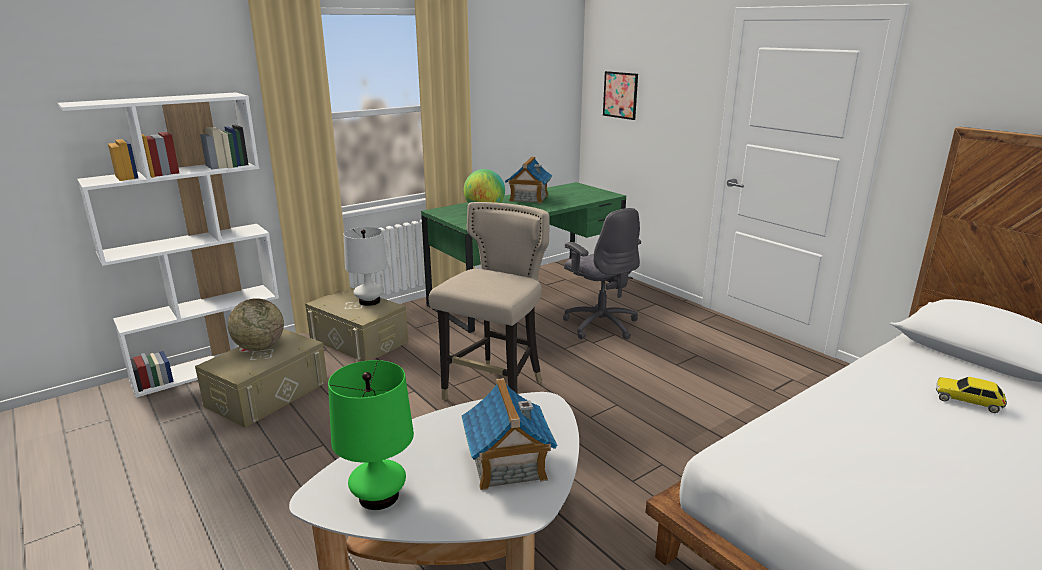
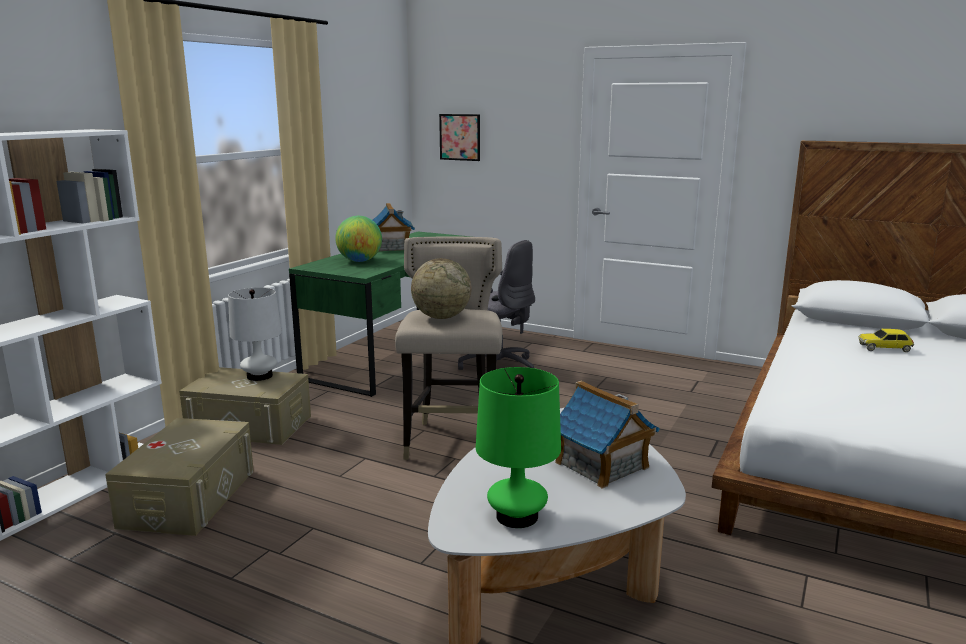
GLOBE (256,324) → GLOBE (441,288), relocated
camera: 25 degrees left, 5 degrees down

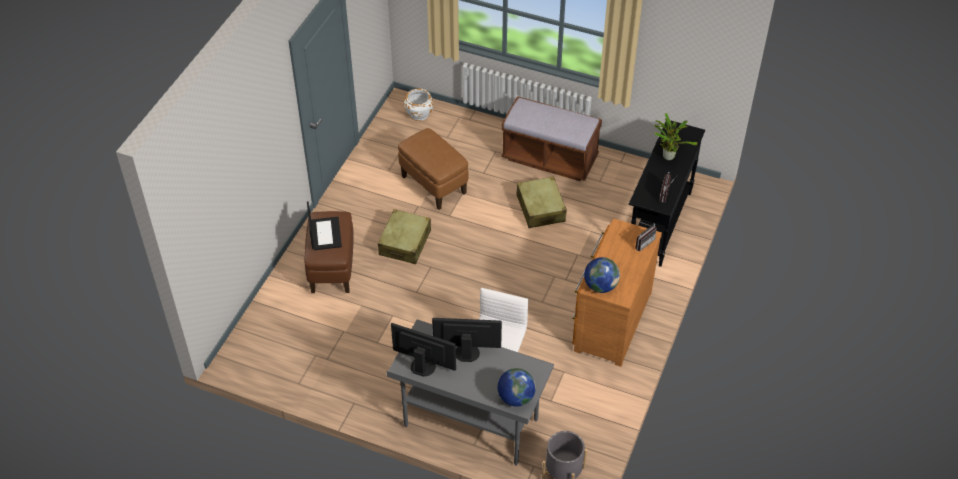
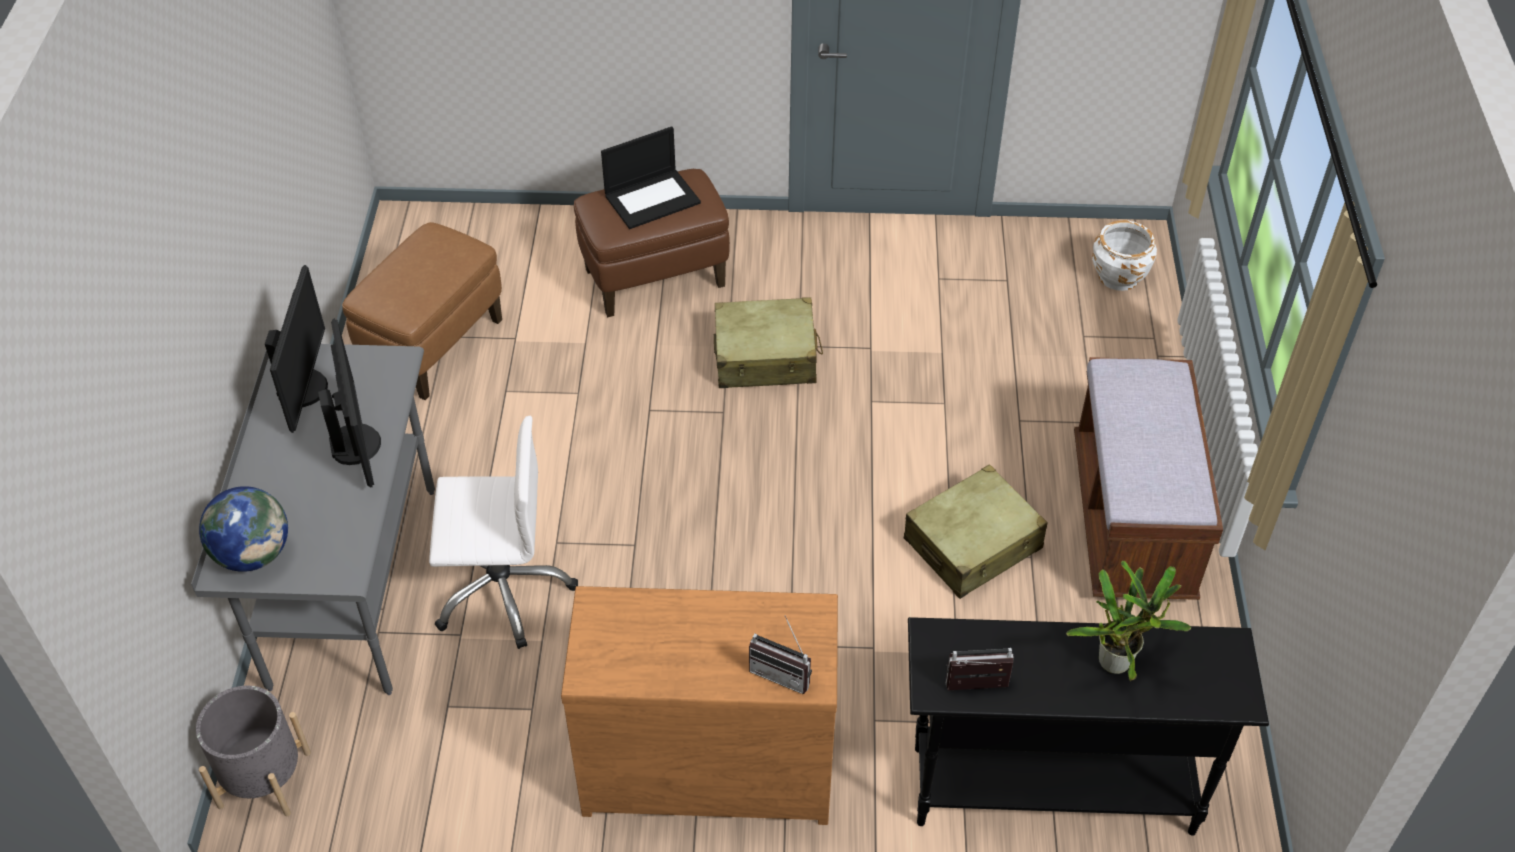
BROWN OTTOMAN (433,169) → BROWN OTTOMAN (422,311), relocated
GLOBE (602,275) → -
camera: 70 degrees right, 0 degrees up

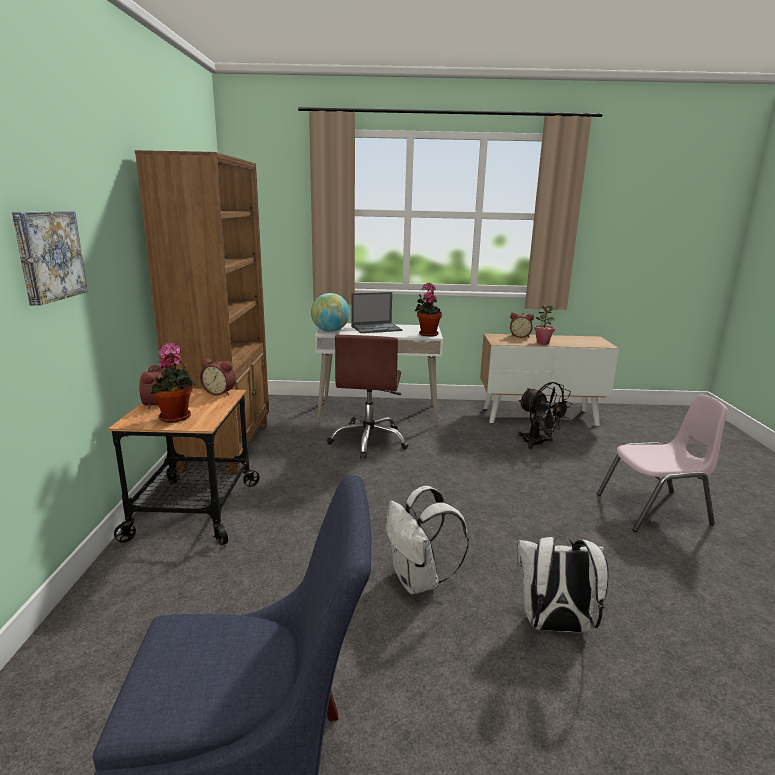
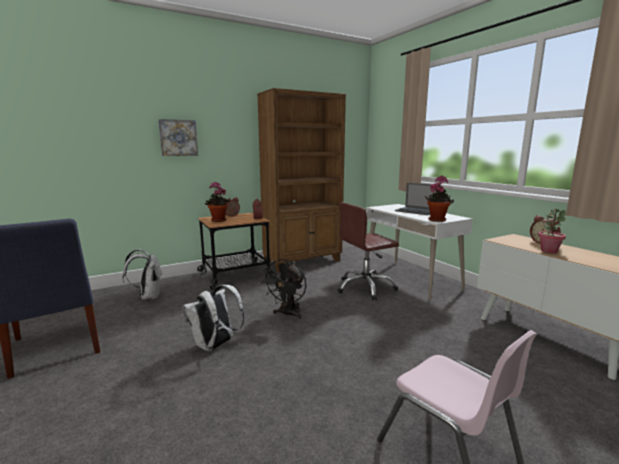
WHITE BACKPACK (563,584) → WHITE BACKPACK (142,274), relocated
BLACK FAN (545,415) → BLACK FAN (283,289), relocated
GLOBE (330,312) → -
camera: 60 degrees right, 5 degrees down

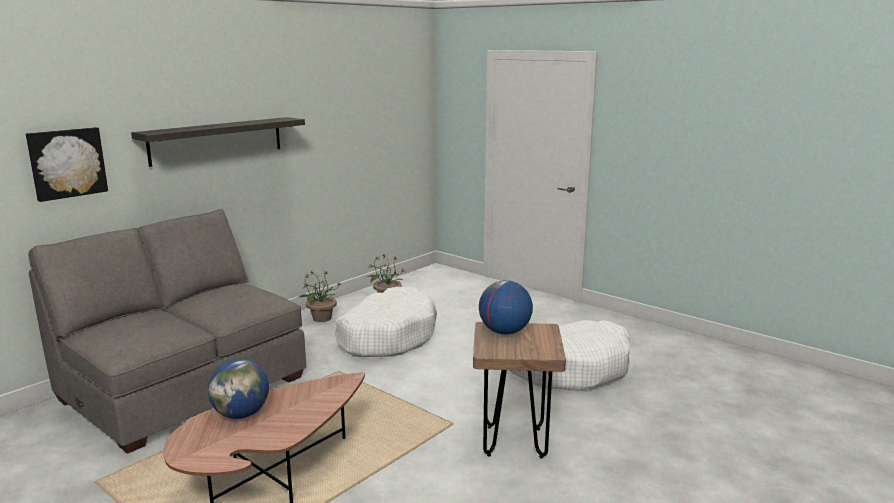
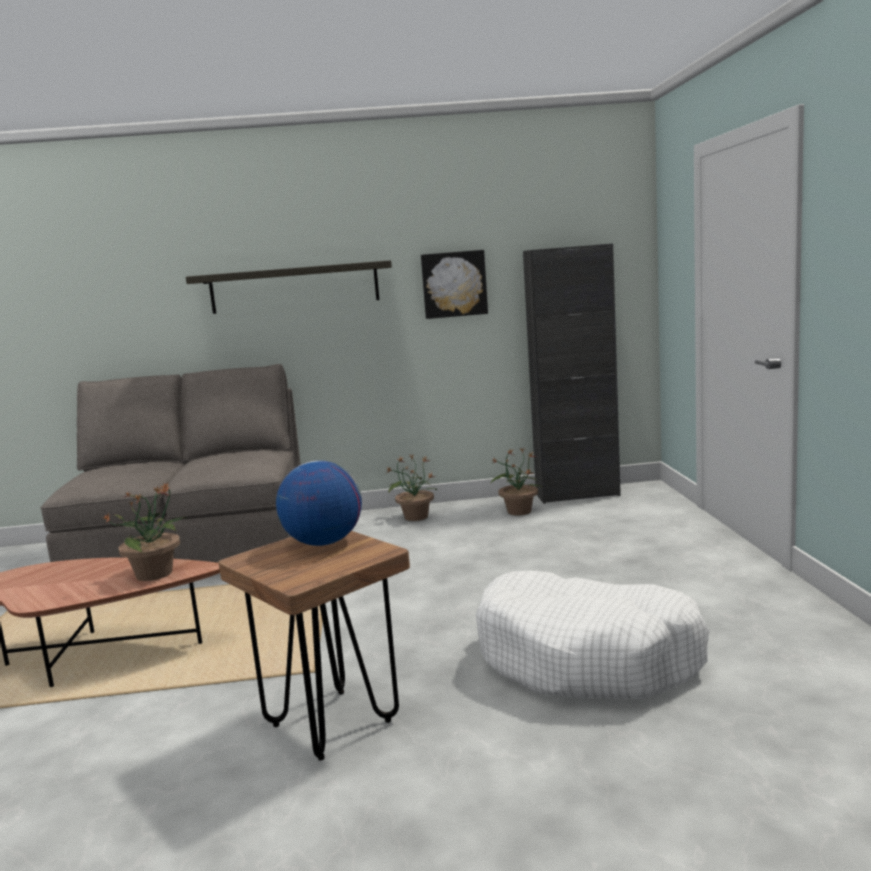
- → POTTED PLANT (144,531)
PICTURE (67,164) → PICTURE (454,284), relocated
- → BLACK CABINET (572,373)
GLOBE (238,389) → -
WHITE DOG BED (386,322) → -
camera: 45 degrees right, 5 degrees down

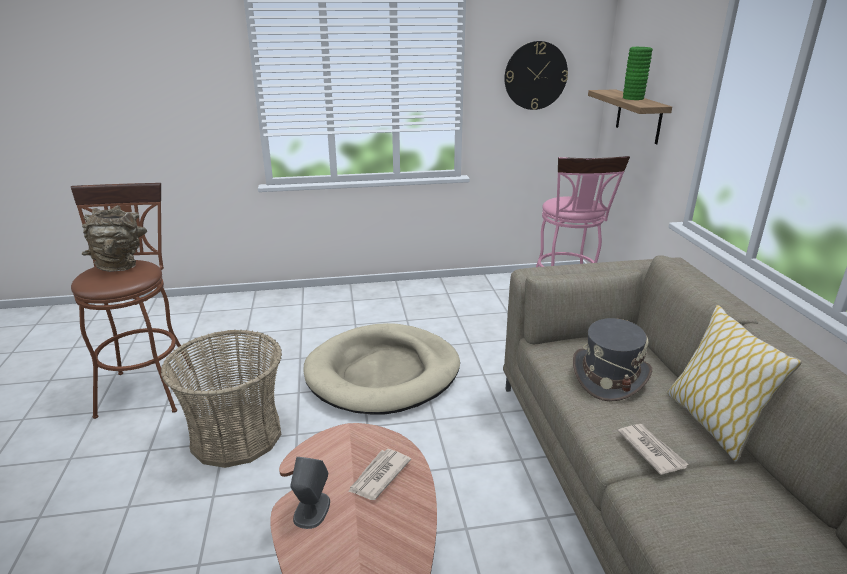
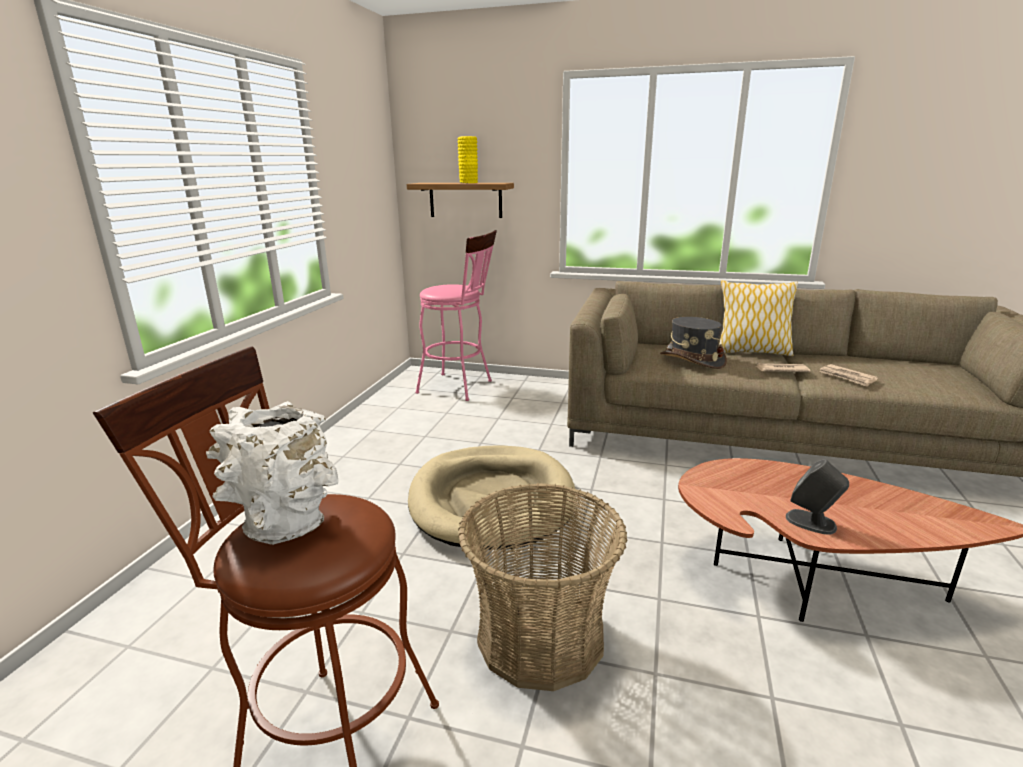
BROWN VASE (114,238) → WHITE VASE (272,473)
GREEN VASE (638,73) → YELLOW VASE (468,159)
NEWSPAPER (379,474) → NEWSPAPER (849,375), relocated
WALL CLOCK (536,75) → -
camera: 65 degrees left, 5 degrees down

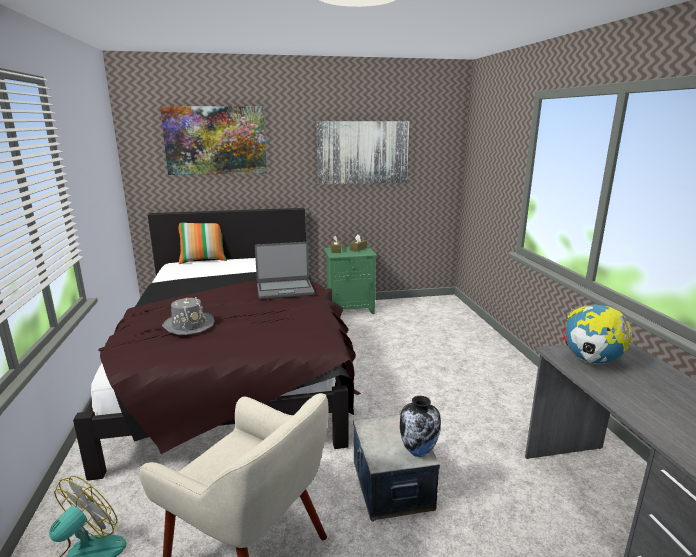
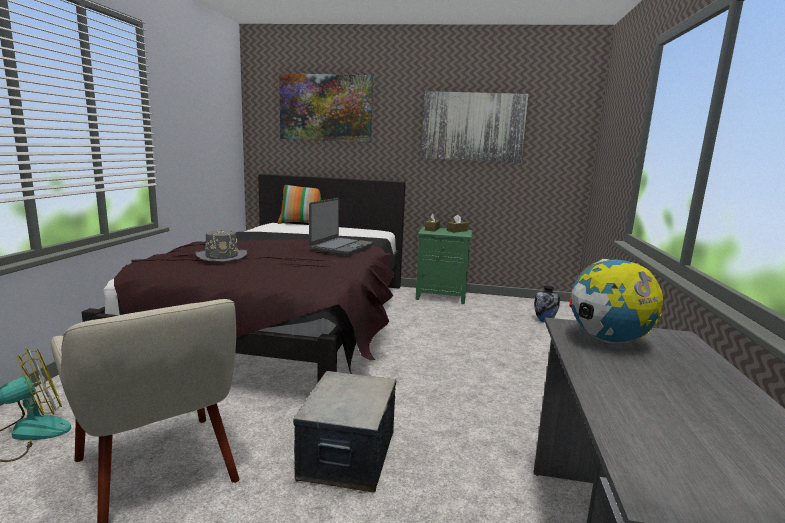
LAPTOP (285,270) → LAPTOP (341,226), 75 degrees counterclockwise
VASE (420,426) → VASE (547,303), relocated
camera: 20 degrees right, 5 degrees down

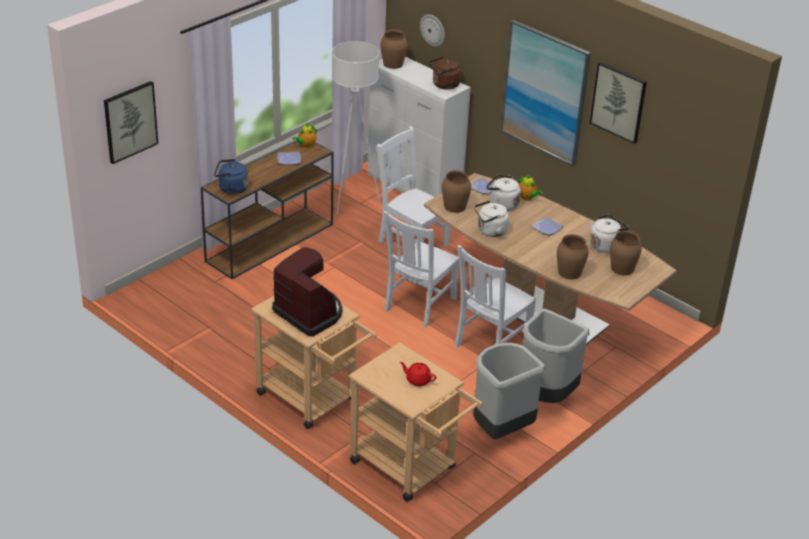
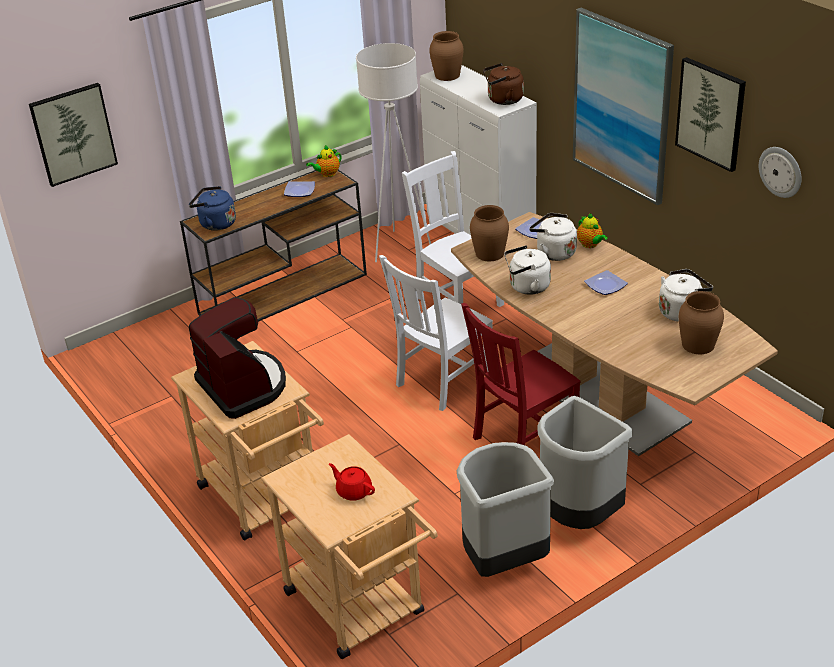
WHITE CHAIR (495,296) → RED CHAIR (521,374)
WALL CLOCK (432,30) → WALL CLOCK (780,172), relocated
BROWN VASE (572,256) → -
camera: 15 degrees right, 0 degrees up

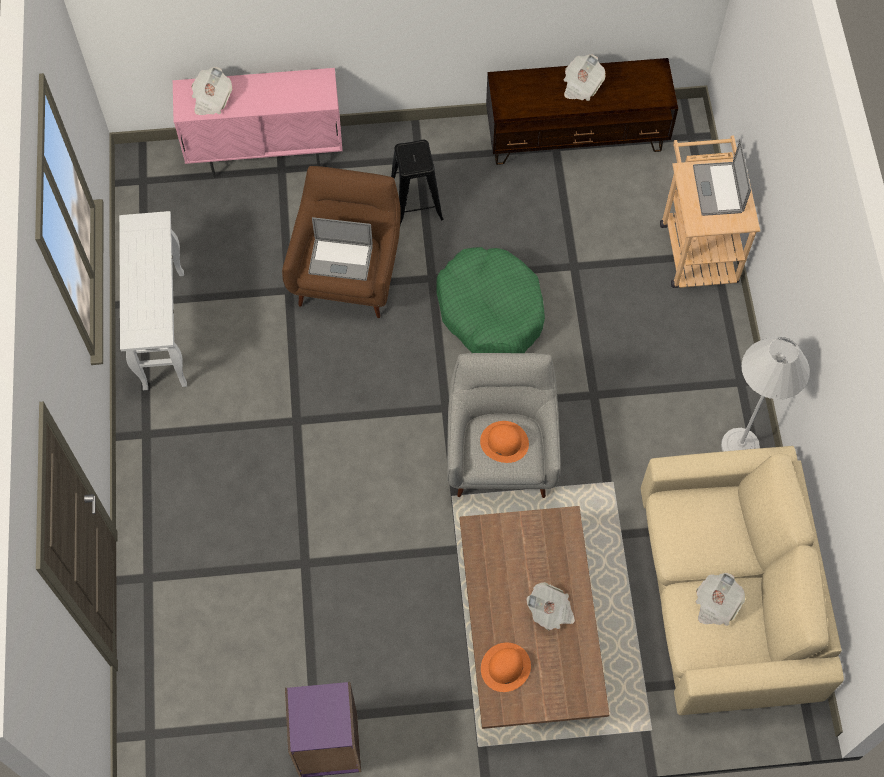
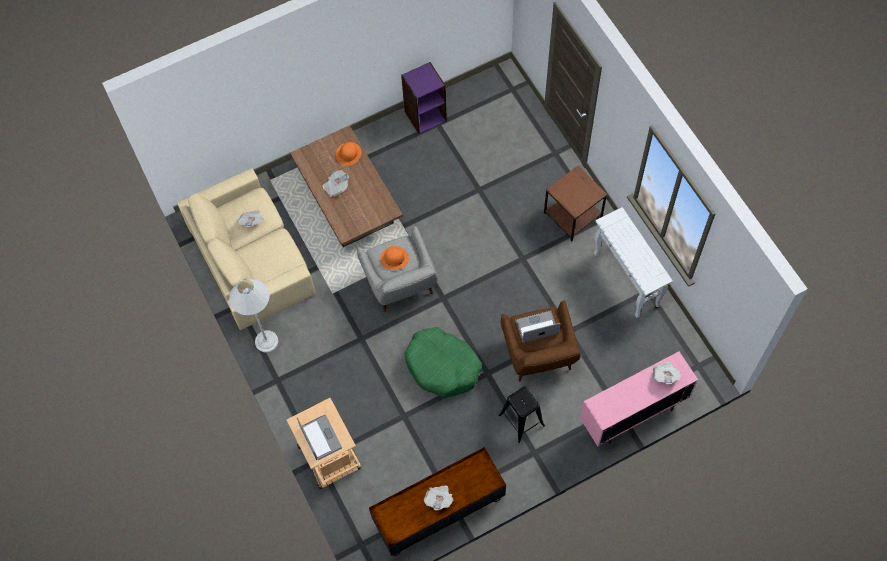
- → BROWN SIDE TABLE (575,203)
camera: 160 degrees right, 0 degrees up

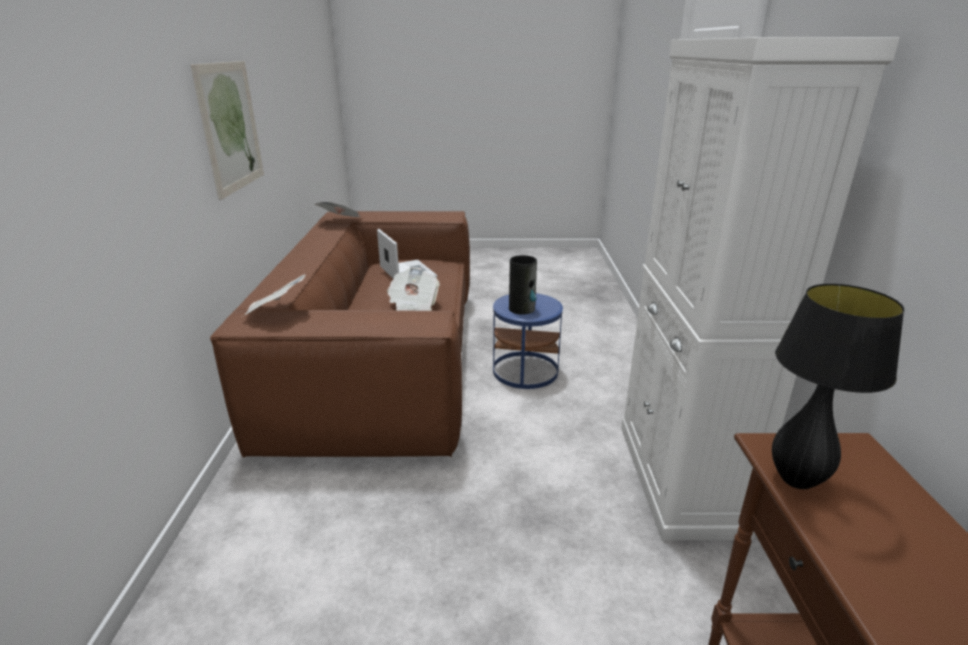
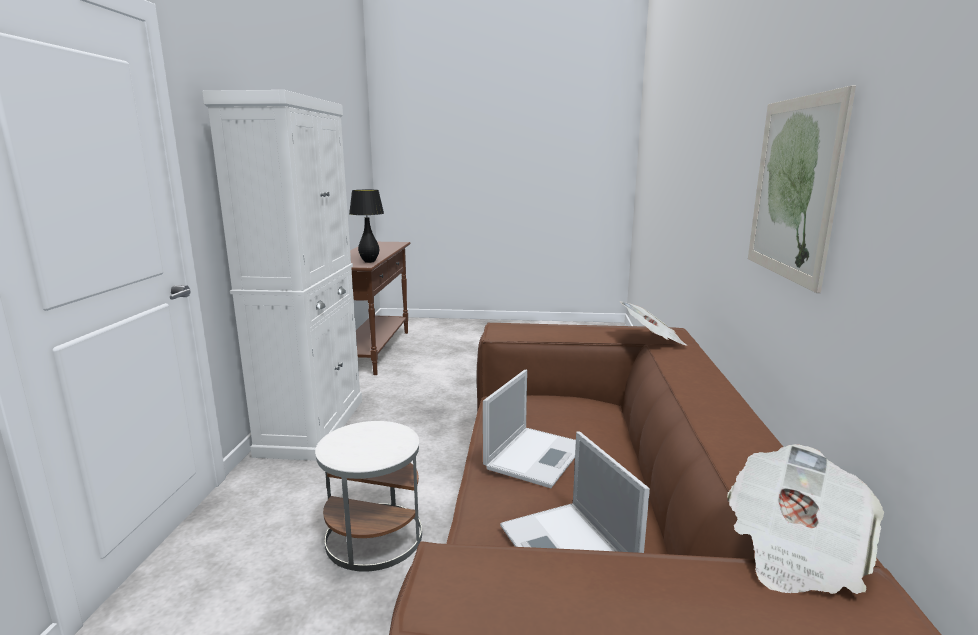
BLUE SIDE TABLE (528,341) → WHITE SIDE TABLE (368,496)
NEWSPAPER (413,289) → LAPTOP (529,429)
VASE (523,284) → -
camera: 175 degrees left, 10 degrees down

